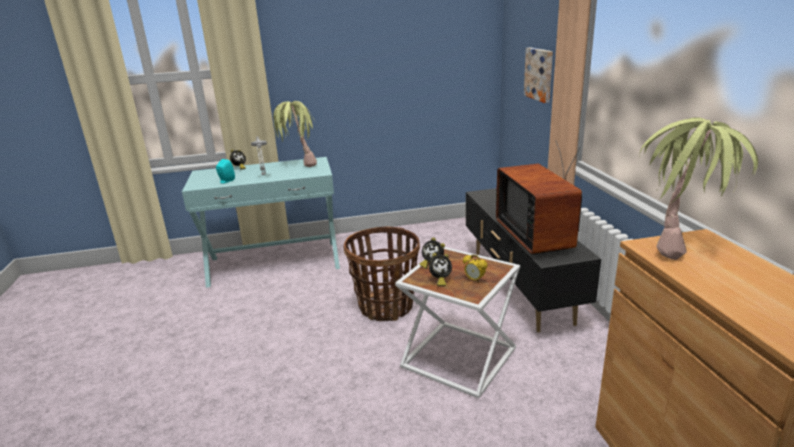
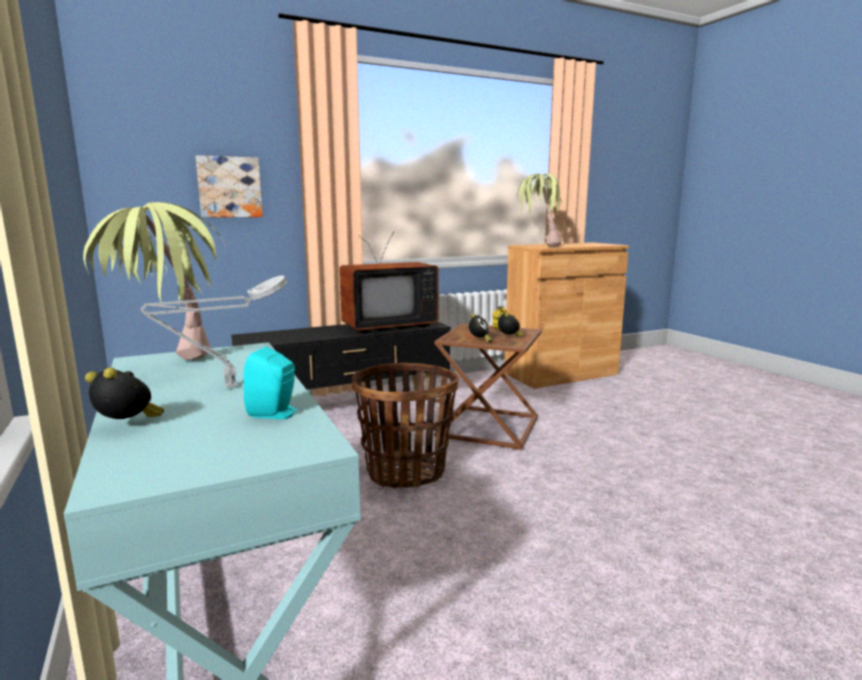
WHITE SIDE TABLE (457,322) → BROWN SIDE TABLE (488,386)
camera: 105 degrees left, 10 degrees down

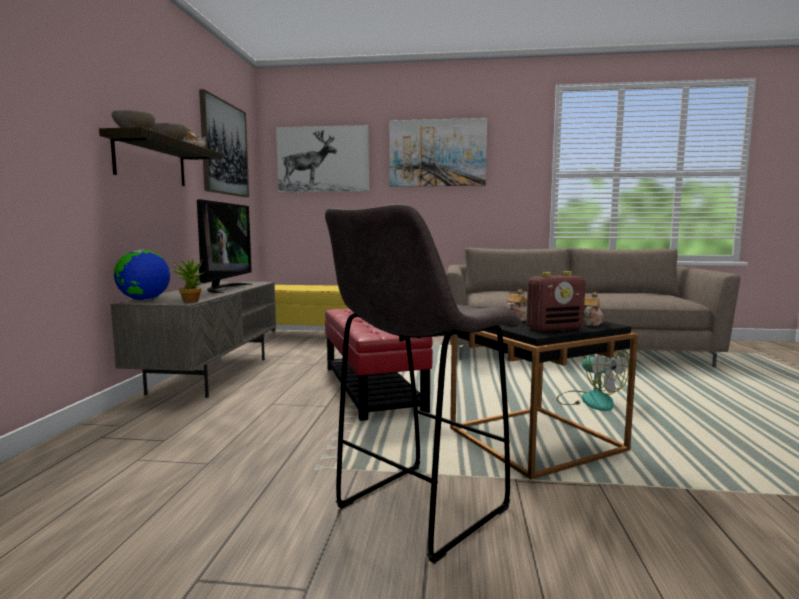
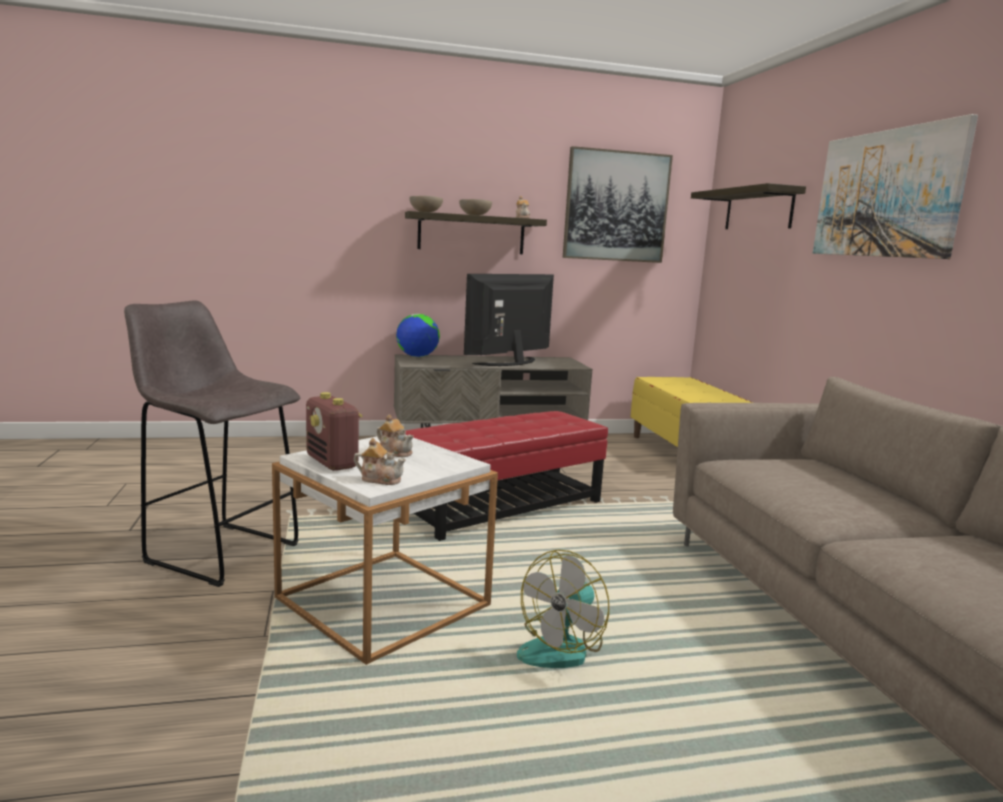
BLACK SIDE TABLE (544,400) → WHITE SIDE TABLE (385,550)
TELEVISION (225,246) → TELEVISION (509,320), 150 degrees clockwise
PICTURE (322,158) → SHELF (748,206)
POTTED PLANT (188,281) → -
camera: 70 degrees right, 5 degrees up

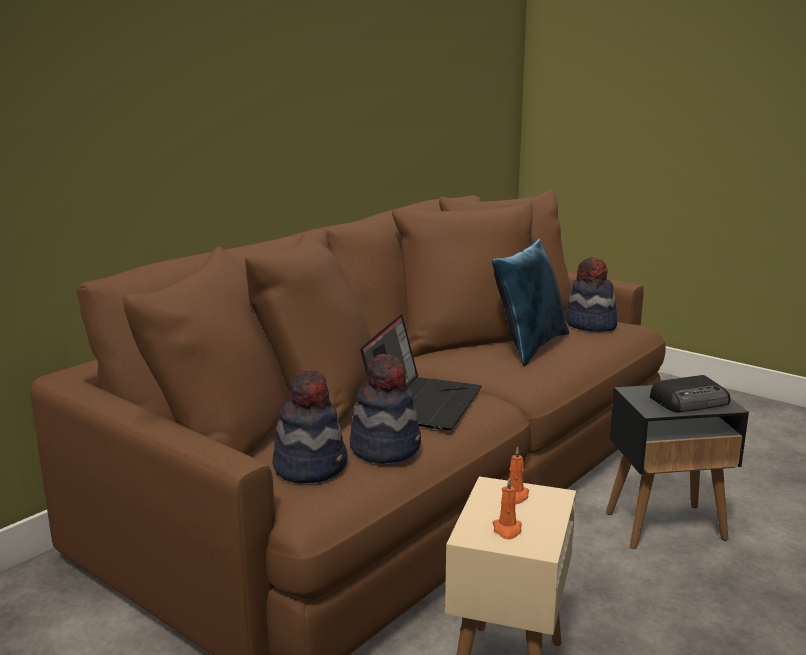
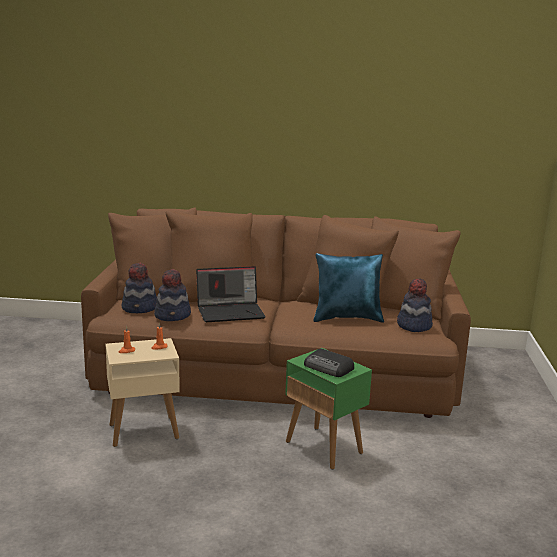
BLACK SIDE TABLE (677,467) → GREEN SIDE TABLE (328,408)
camera: 55 degrees right, 0 degrees up

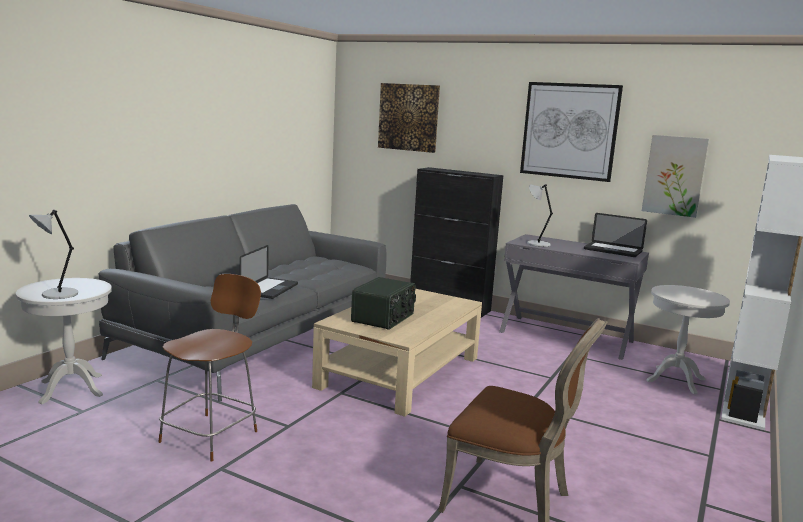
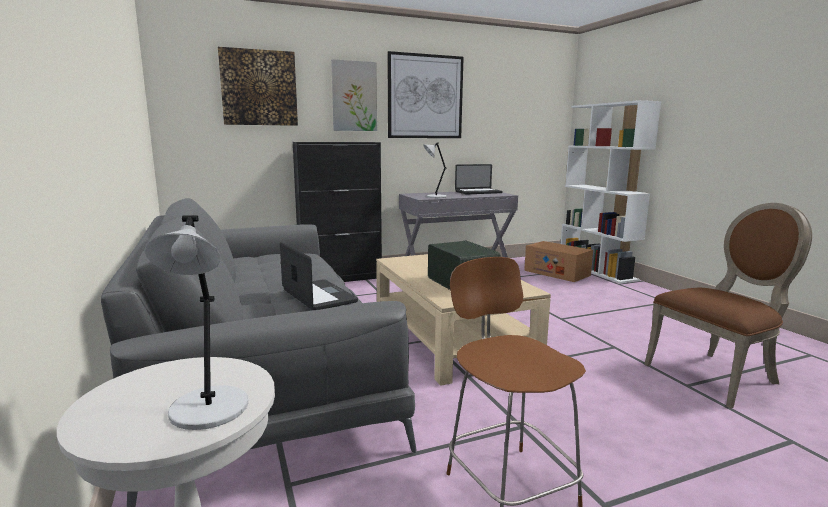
PICTURE (675,176) → PICTURE (354,95), relocated
WHITE SIDE TABLE (688,339) → CARDBOARD BOX (558,261)
camera: 50 degrees left, 0 degrees up

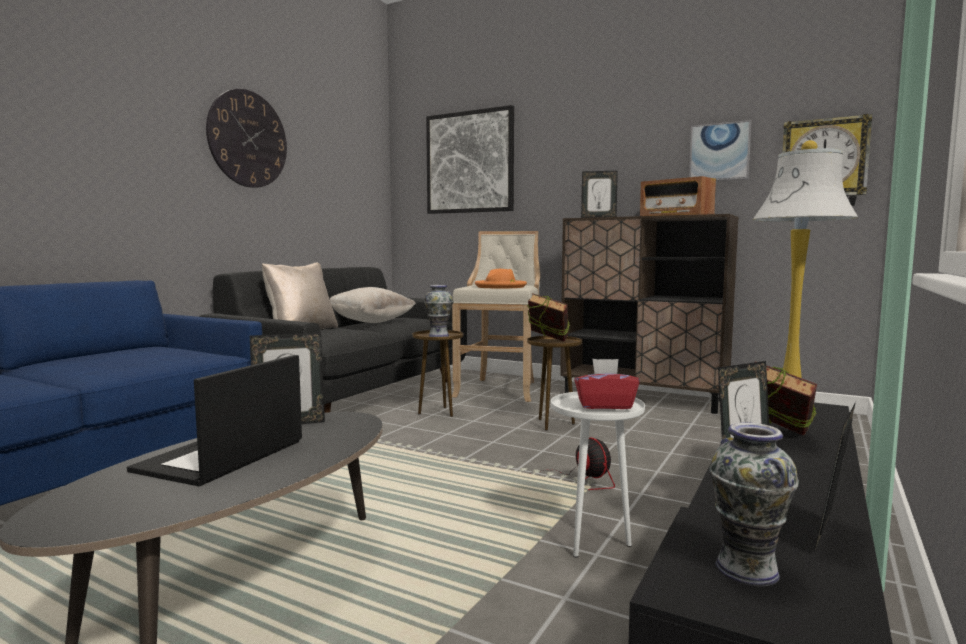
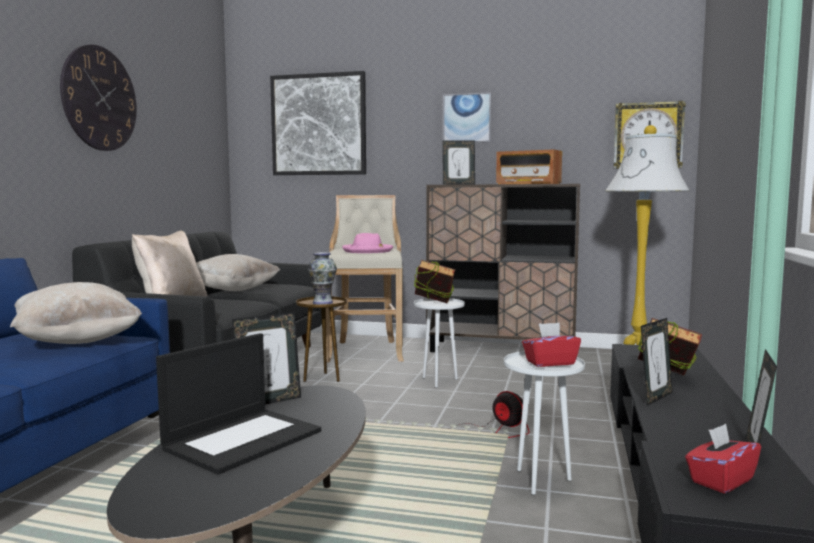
- → BEIGE PILLOW (76,313)
LAPTOP (214,420) → LAPTOP (238,404), 150 degrees counterclockwise
ORANGE HAT (501,278) → PINK HAT (367,243)
BROWN SIDE TABLE (554,383) → WHITE SIDE TABLE (439,343)
PICTURE (720,150) → PICTURE (467,117), relocated
VASE (754,504) → RED TISSUE BOX (723,458)
camera: 15 degrees left, 0 degrees up

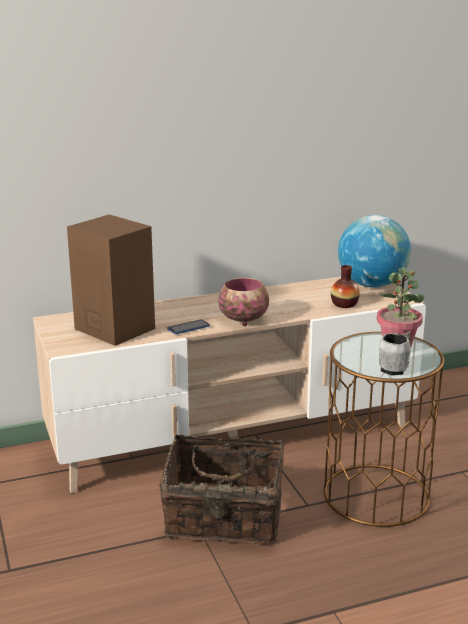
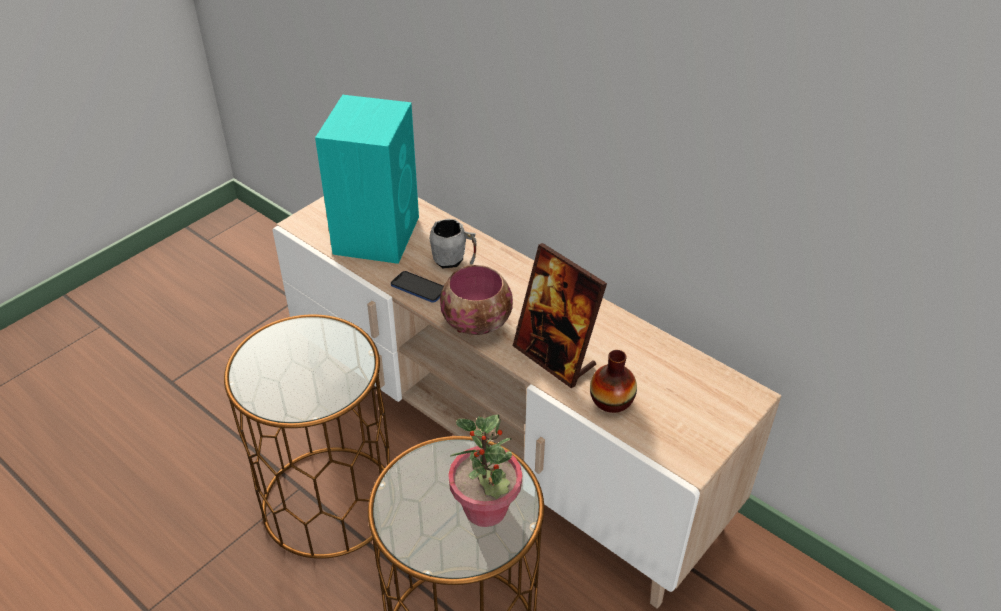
BASKET (222,489) → BROWN SIDE TABLE (306,436)
BROWN SPEAKER (111,280) → TURQUOISE SPEAKER (367,179)
GREY MUG (395,353) → GREY MUG (453,243), relocated
- → PICTURE FRAME (560,315)
GLOBE (374,251) → -
camera: 60 degrees right, 20 degrees up

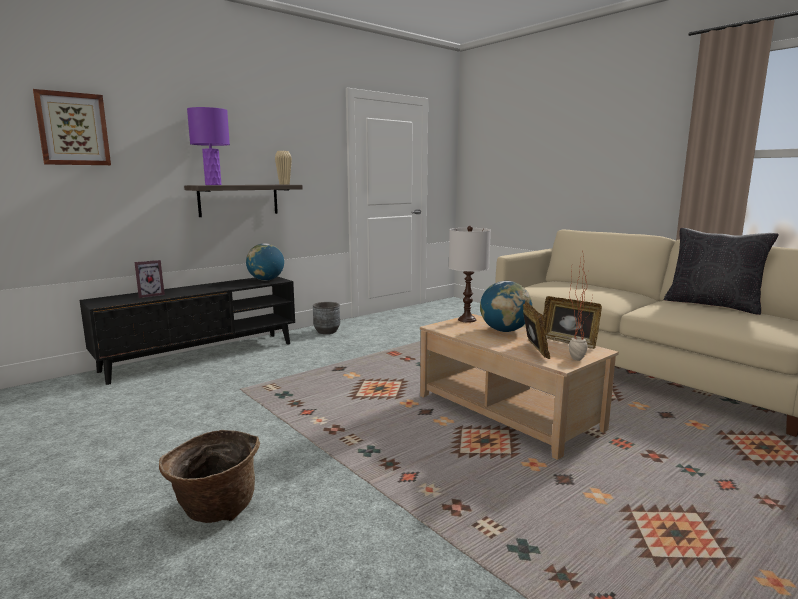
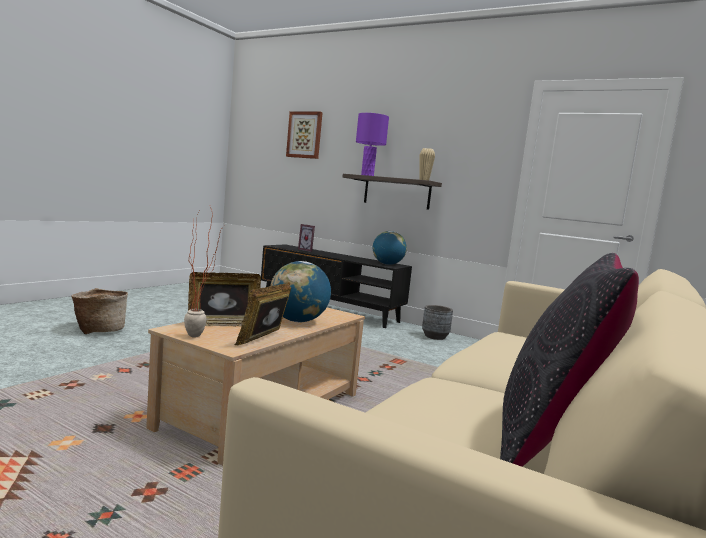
WHITE TABLE LAMP (470,274) → -
camera: 70 degrees right, 5 degrees down

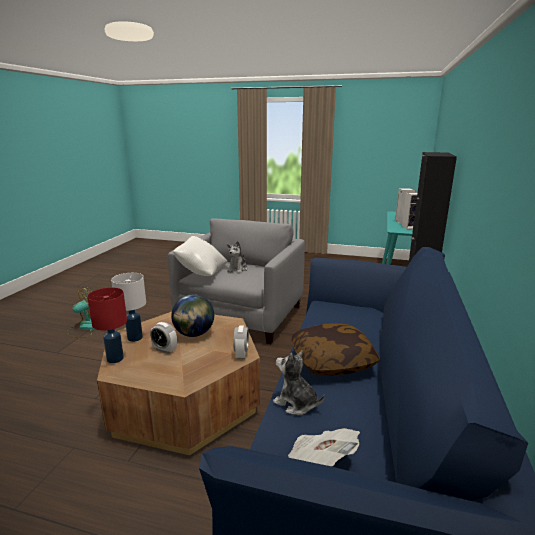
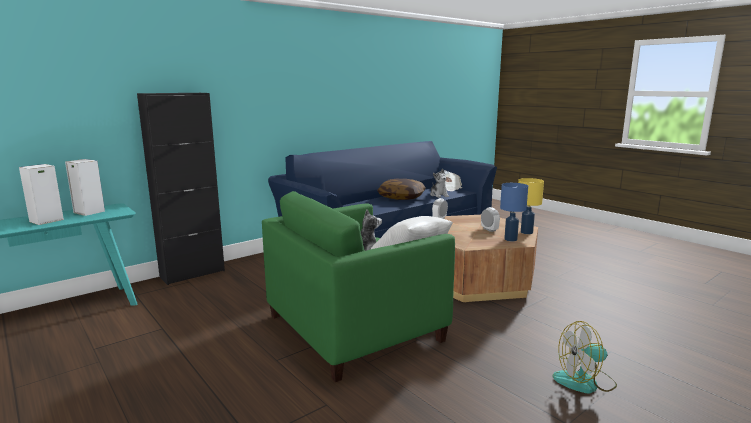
GREY ARMCHAIR (236,281) → GREEN ARMCHAIR (358,286)
WHITE TABLE LAMP (128,307) → BLUE TABLE LAMP (514,212)
RED TABLE LAMP (107,325) → YELLOW TABLE LAMP (531,206)
GLOBE (192,316) → -
camera: 145 degrees left, 5 degrees down

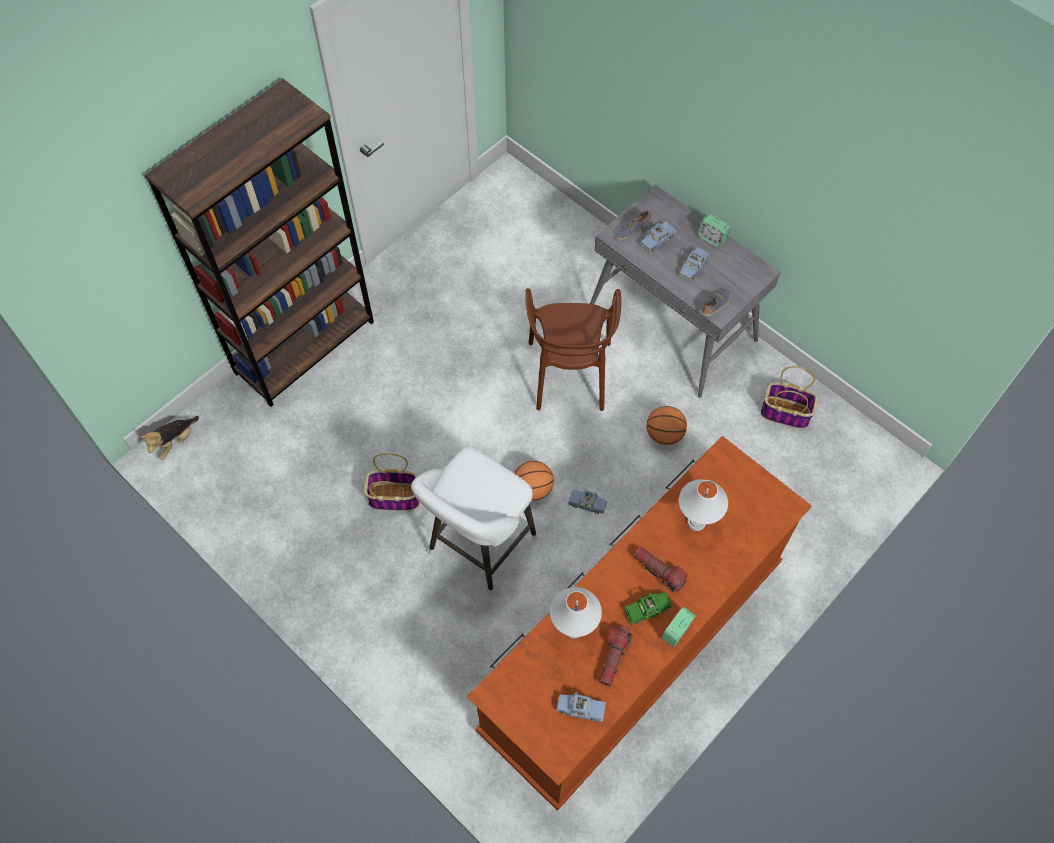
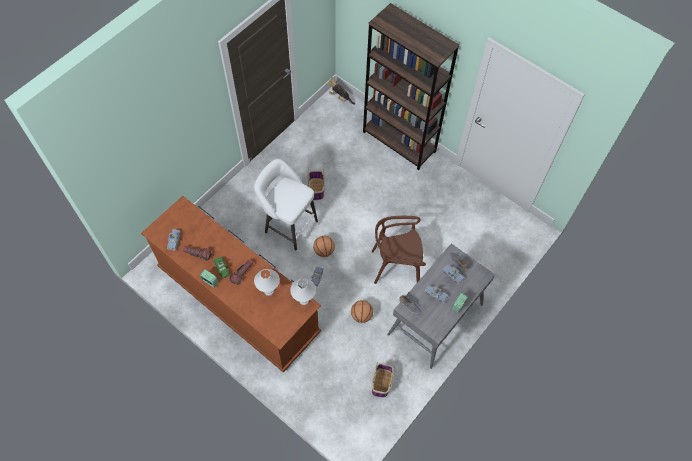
WHITE TABLE LAMP (576,613) → WHITE TABLE LAMP (303,291), relocated
camera: 85 degrees right, 0 degrees up

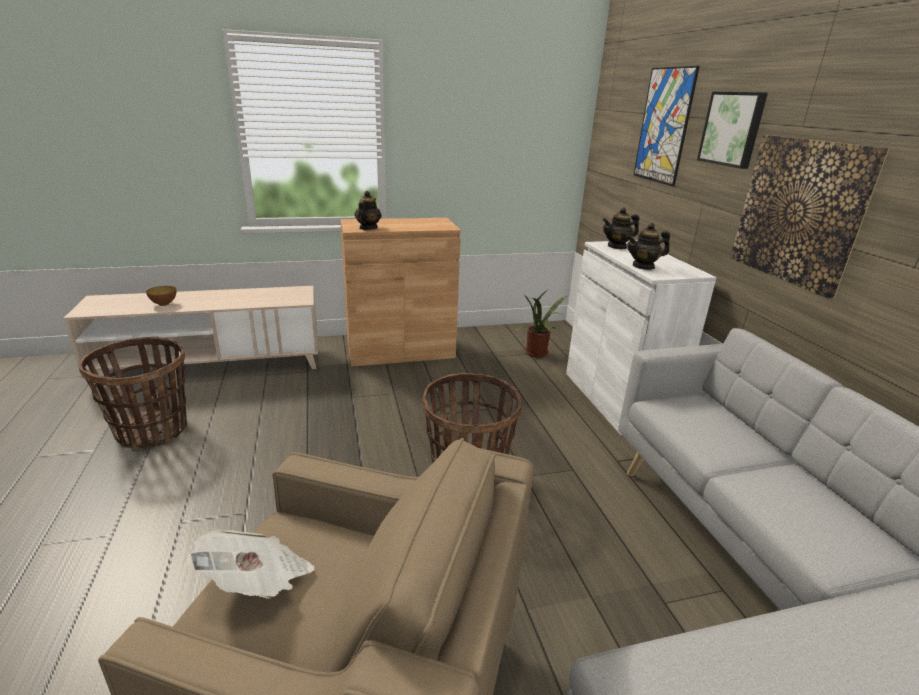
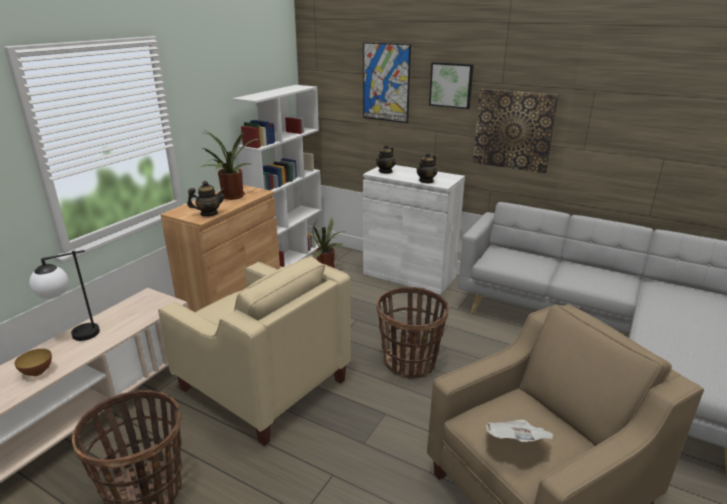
- → TABLE LAMP (64,295)
- → BEIGE ARMCHAIR (254,350)
TEAPOT (368,210) → TEAPOT (206,198), 105 degrees clockwise
- → POTTED PLANT (231,165)
- → WHITE BOOKCASE (277,176)
camera: 45 degrees left, 0 degrees up

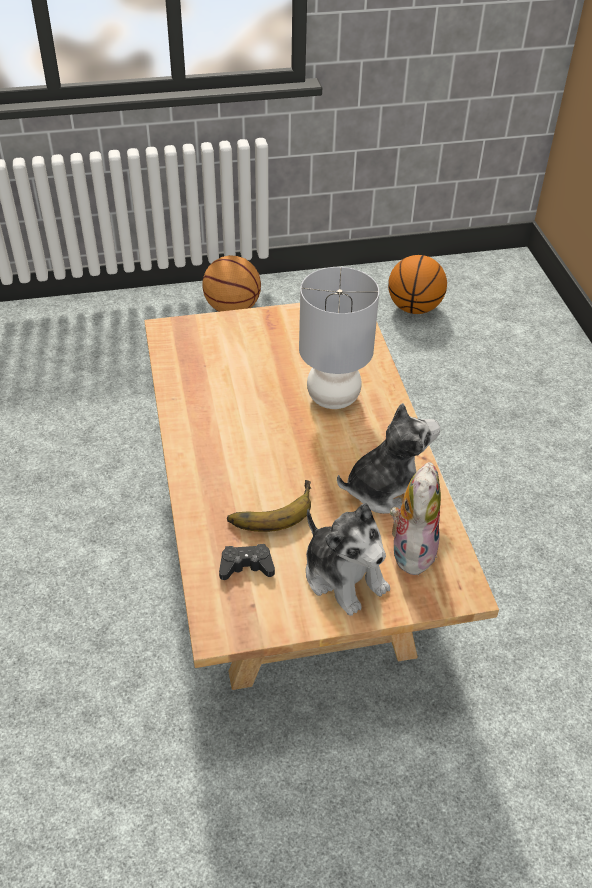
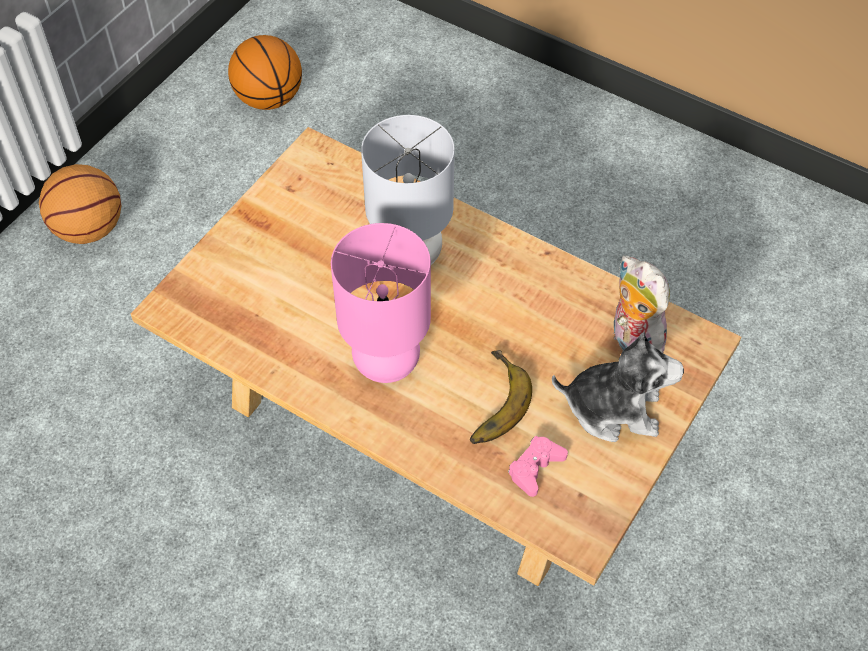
- → PINK TABLE LAMP (381,303)
BLACK GAME CONTROLLER (247,562) → PINK GAME CONTROLLER (538,466)
PLUSH TOY (389,458) → -
camera: 45 degrees left, 10 degrees up

